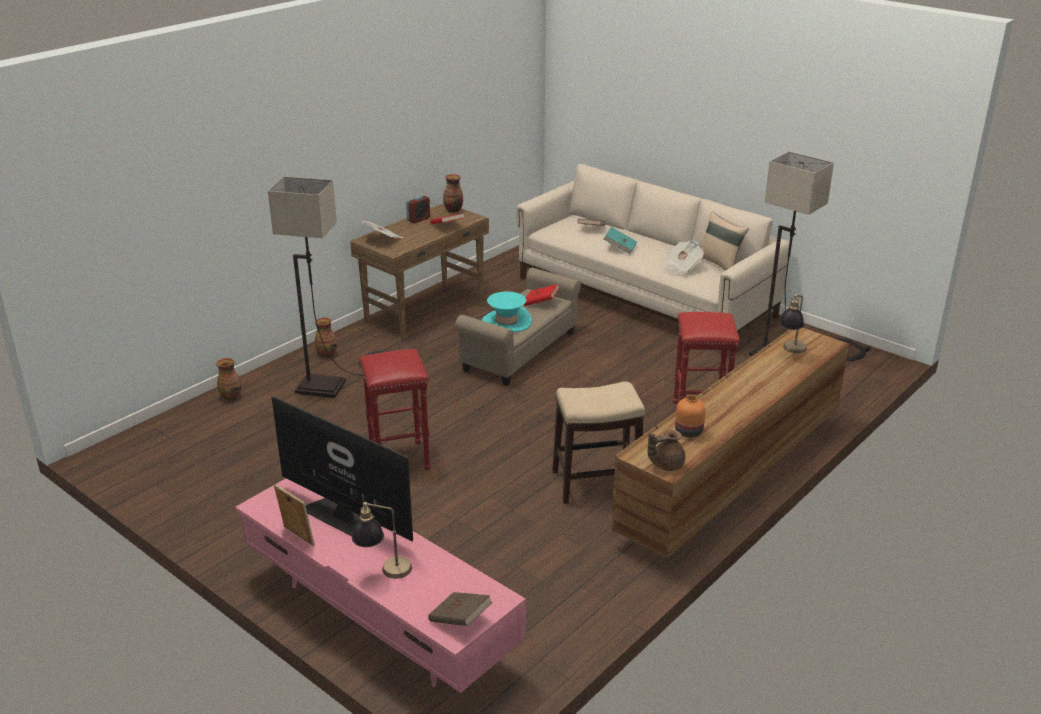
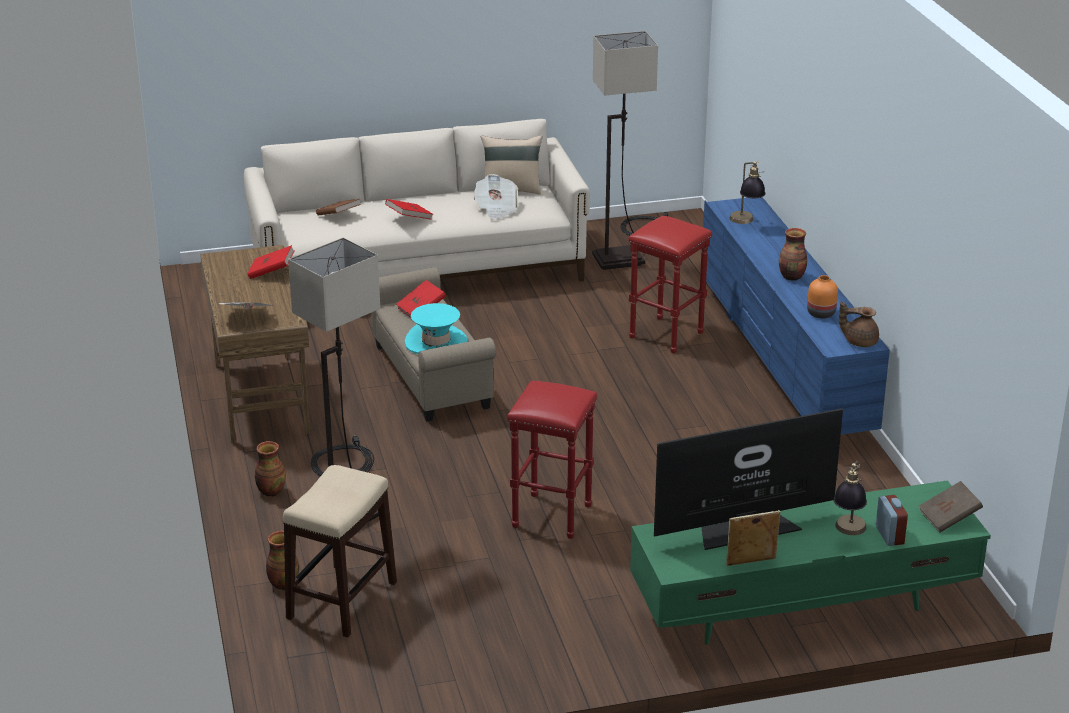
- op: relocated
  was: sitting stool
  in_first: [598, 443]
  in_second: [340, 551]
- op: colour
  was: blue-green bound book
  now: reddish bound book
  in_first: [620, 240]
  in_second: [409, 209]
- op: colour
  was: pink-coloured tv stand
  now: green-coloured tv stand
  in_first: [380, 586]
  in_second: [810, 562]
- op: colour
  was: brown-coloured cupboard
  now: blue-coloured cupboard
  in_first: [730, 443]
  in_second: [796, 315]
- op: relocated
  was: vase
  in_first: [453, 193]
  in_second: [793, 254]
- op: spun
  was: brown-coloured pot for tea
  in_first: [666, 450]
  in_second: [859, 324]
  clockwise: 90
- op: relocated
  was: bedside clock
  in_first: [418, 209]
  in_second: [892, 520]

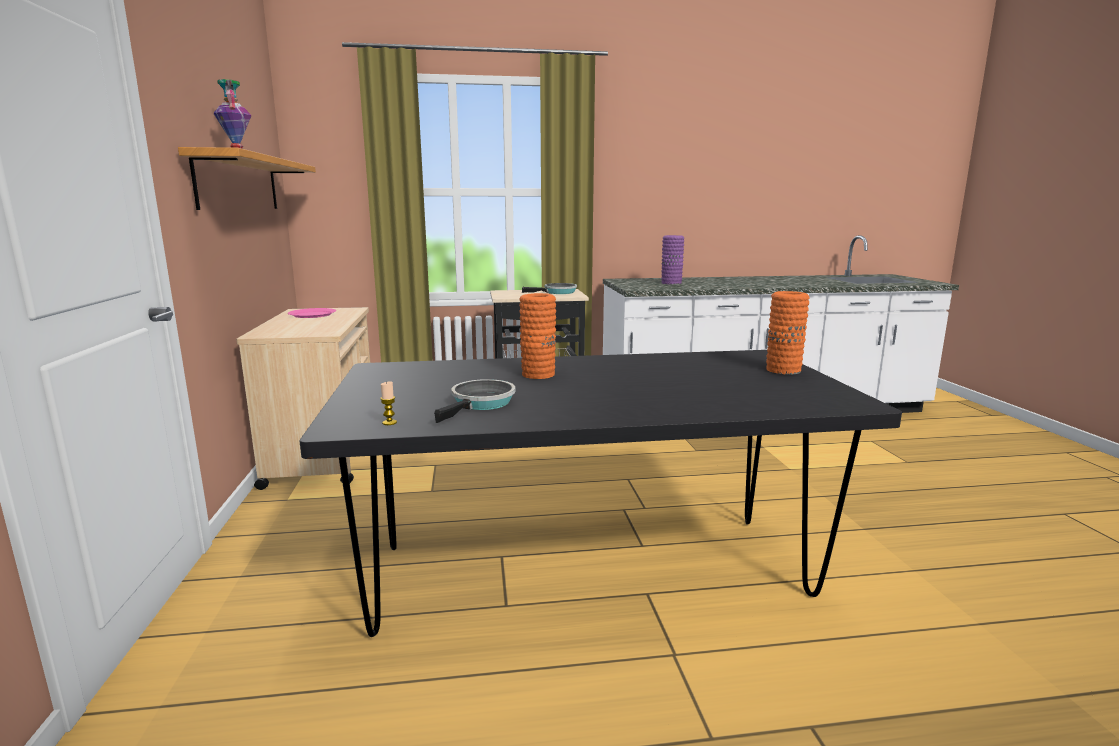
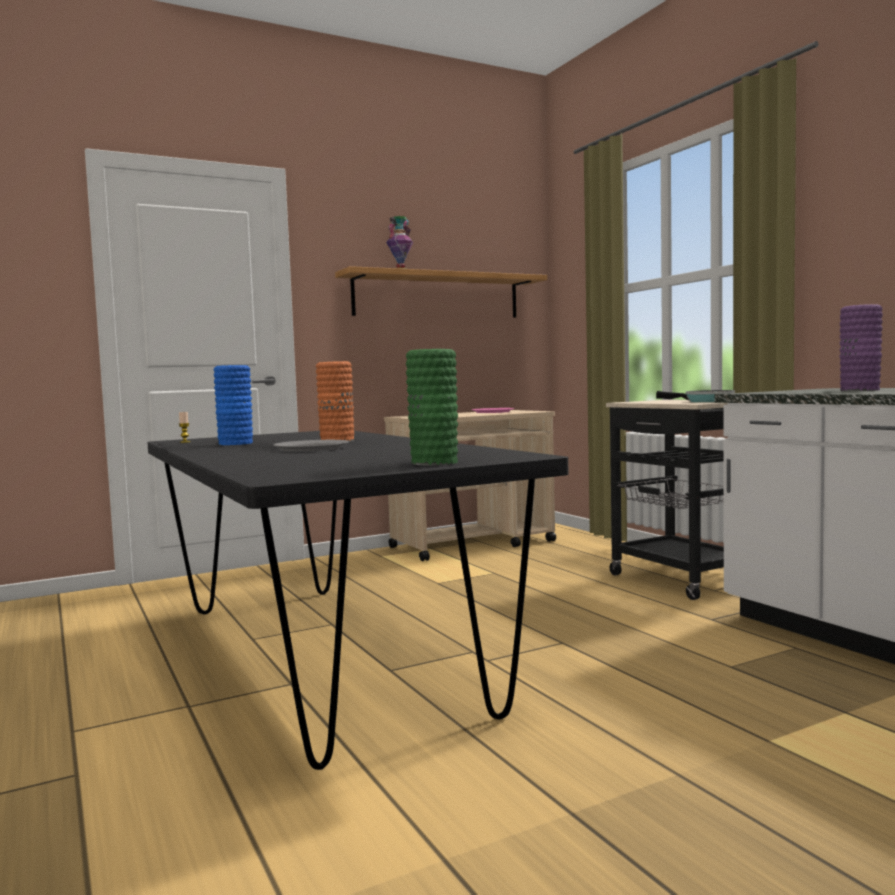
- op: exchanged
  was: skillet
  now: blue-coloured vase
  in_first: [475, 401]
  in_second: [233, 405]
- op: appeared
  now: greyish dinner plate
  in_second: [311, 445]
- op: colour
  was: orange vase
  now: green-coloured vase
  in_first: [788, 333]
  in_second: [432, 407]

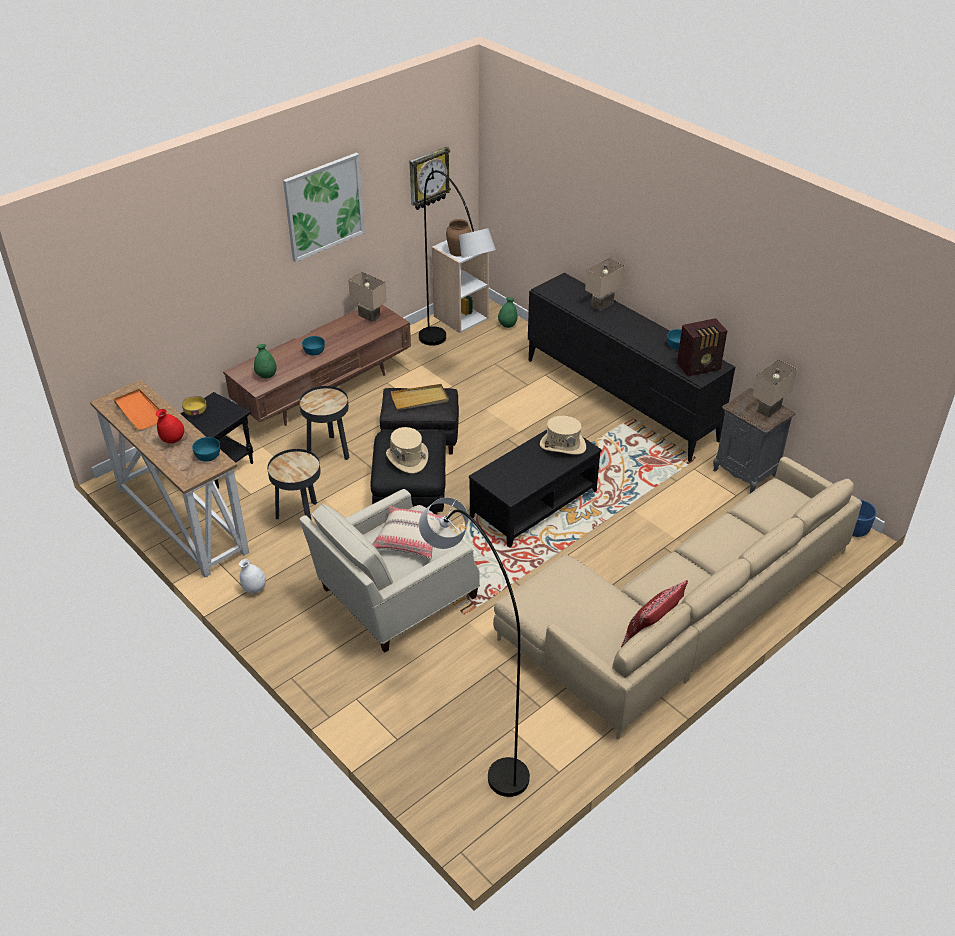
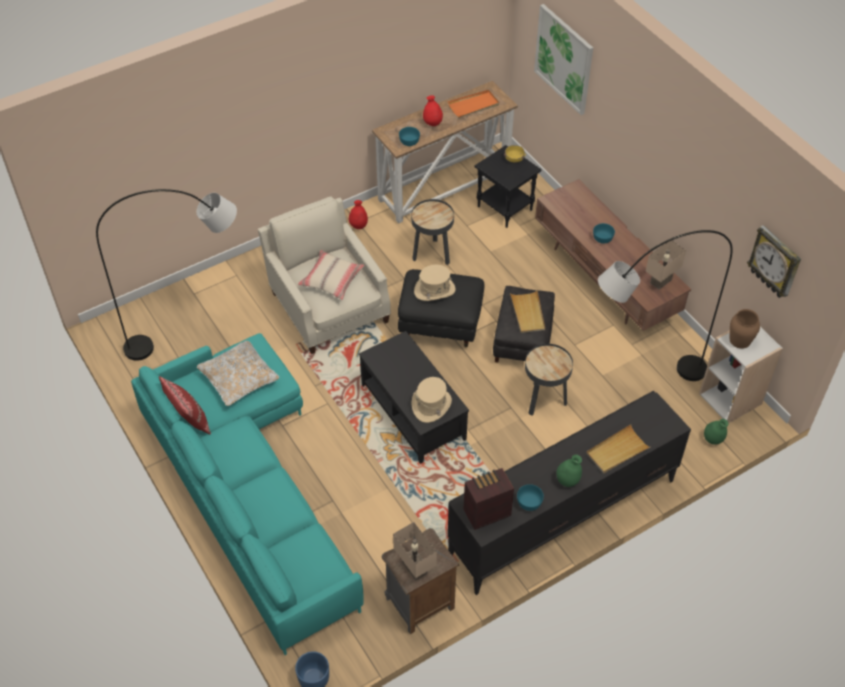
- op: colour
  was: beige sofa
  now: blue-green sofa
  in_first: [677, 598]
  in_second: [247, 494]
- op: appeared
  now: white-coloured cushion
  in_second: [238, 373]
- op: colour
  was: white-coloured vase
  now: reddish vase
  in_first: [252, 576]
  in_second: [358, 214]
- op: spun
  was: radio
  in_first: [702, 347]
  in_second: [489, 499]
  clockwise: 75
- op: relocated
  was: blackish end table
  in_first: [324, 423]
  in_second: [549, 380]
- op: relocated
  was: wall picture
  in_first: [324, 207]
  in_second: [563, 59]
- op: relocated
  was: green-coloured vase
  in_first: [265, 361]
  in_second: [569, 471]
- op: exchanged
  was: beige table lamp
  now: beige carrying tray
  in_first: [605, 284]
  in_second: [618, 448]

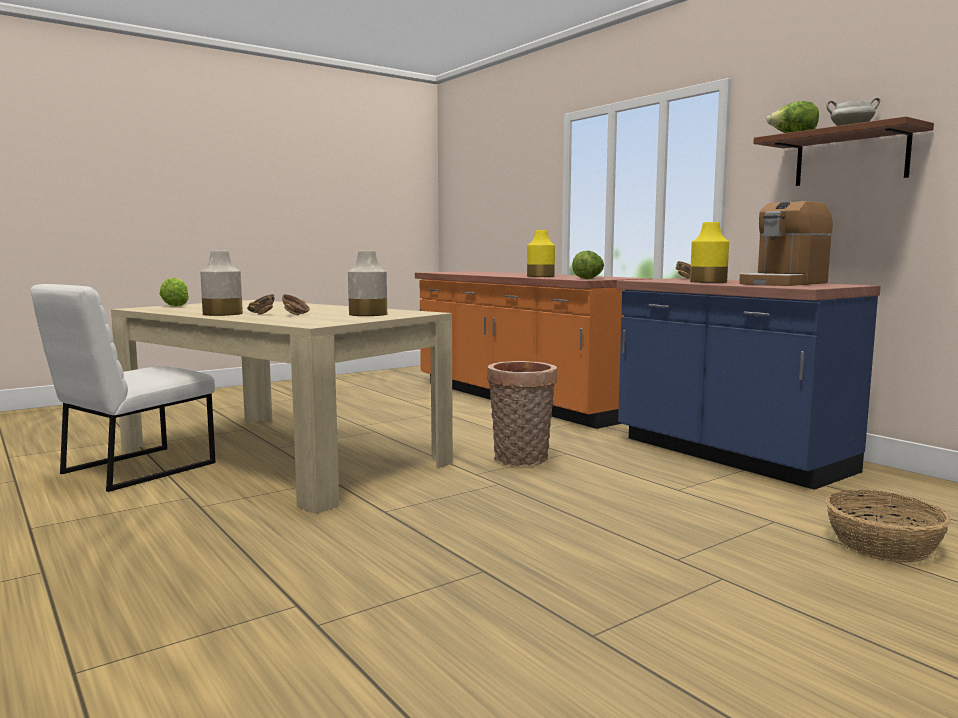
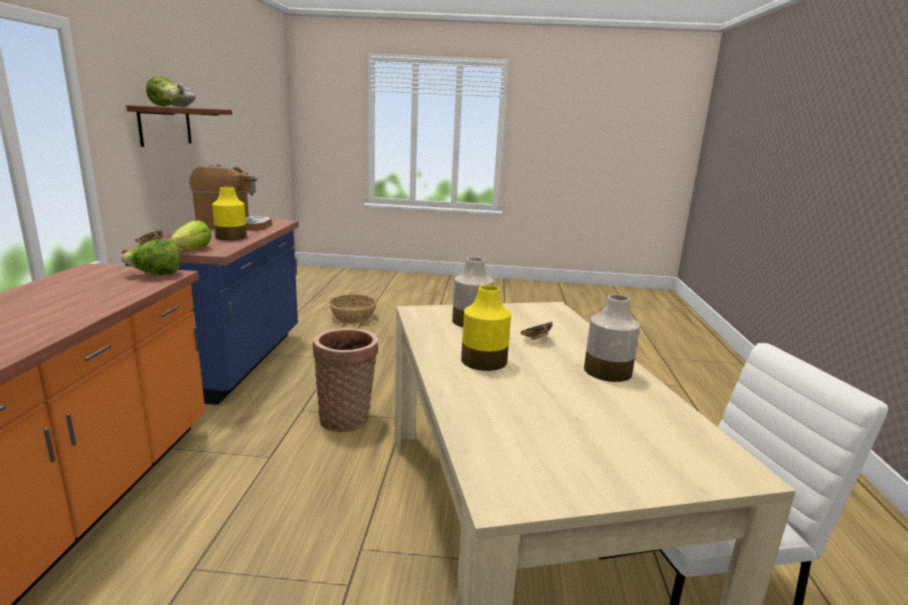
- op: relocated
  was: head of lettuce
  in_first: [174, 292]
  in_second: [190, 234]
- op: relocated
  was: yellow-coloured vase
  in_first: [541, 253]
  in_second: [486, 328]
- op: missing
  was: deep dish
  in_first: [261, 304]

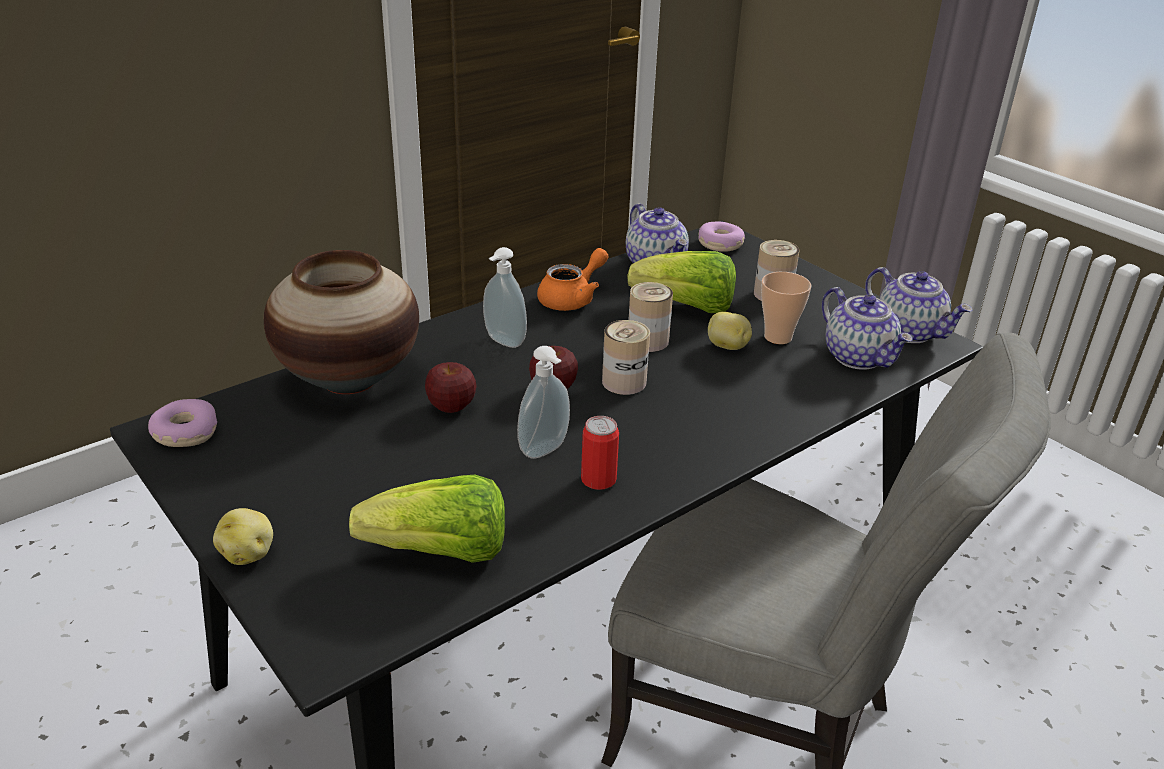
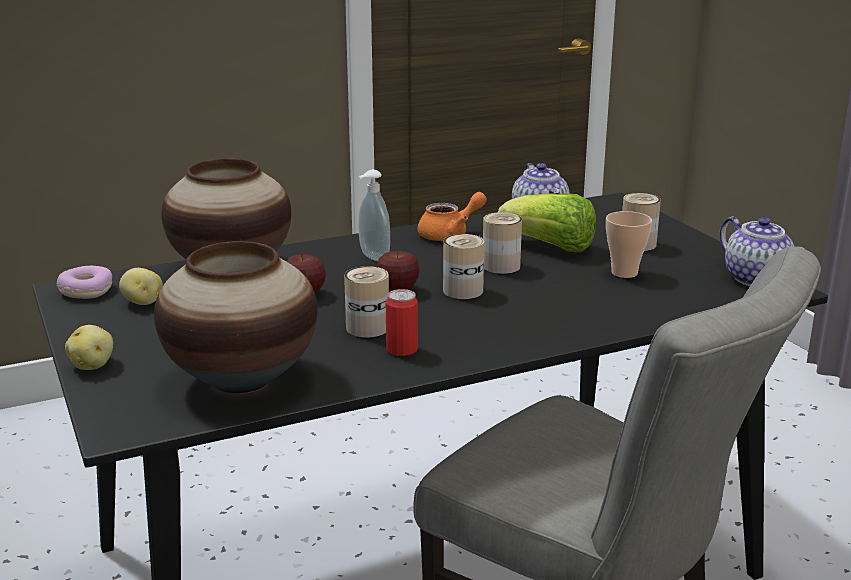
- op: relocated
  was: whole potato
  in_first: [730, 331]
  in_second: [141, 286]
- op: exchanged
  was: head of lettuce
  now: vase
  in_first: [427, 519]
  in_second: [236, 317]
- op: exchanged
  was: liquid soap bottle
  now: sealed can
  in_first: [543, 402]
  in_second: [366, 302]
- op: missing
  was: doughnut
  in_first: [721, 237]
- op: missing
  was: pot for tea
  in_first: [867, 328]

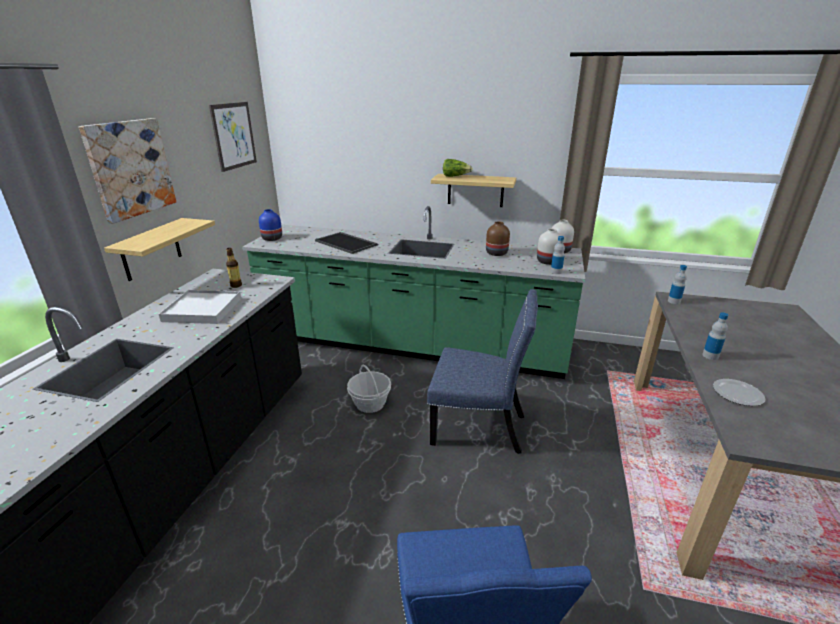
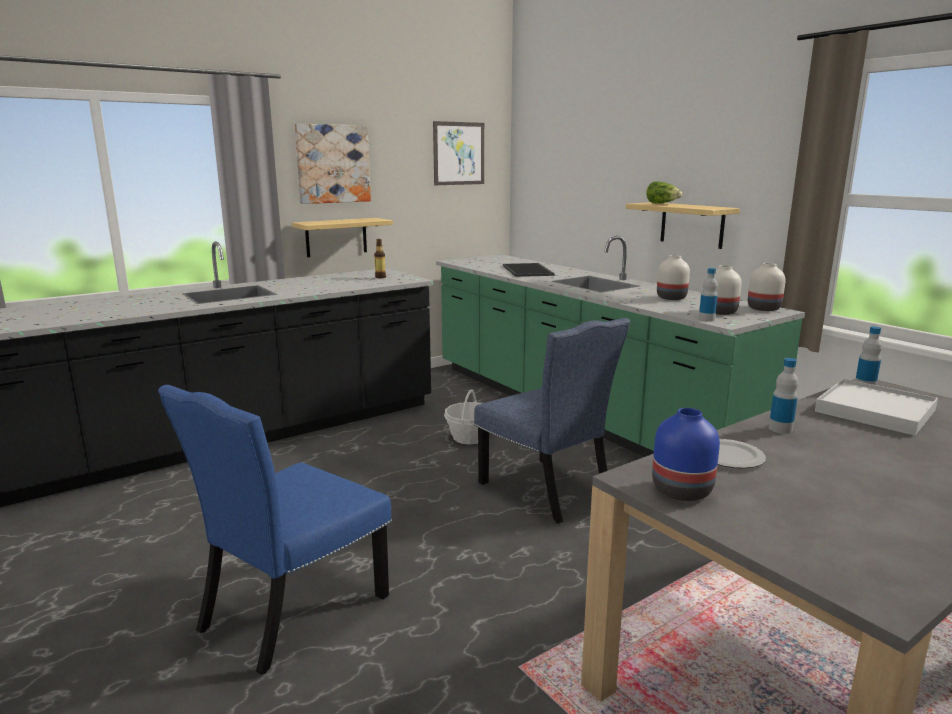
- op: relocated
  was: blue-coloured vase
  in_first: [270, 225]
  in_second: [686, 454]
- op: colour
  was: brown-coloured vase
  now: white-coloured vase
  in_first: [498, 238]
  in_second: [673, 277]
- op: relocated
  was: white-coloured carrying tray
  in_first: [200, 307]
  in_second: [876, 407]

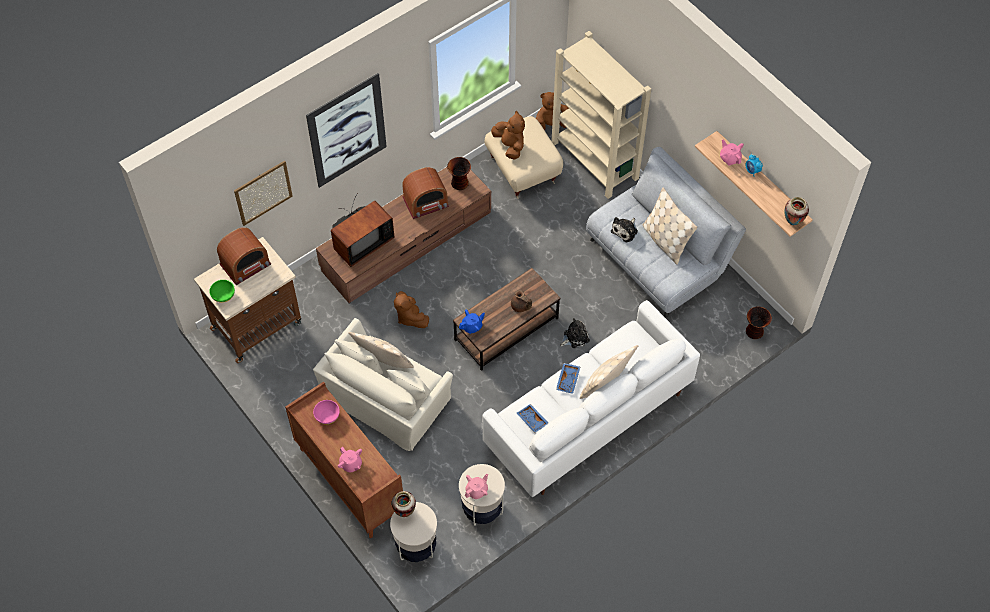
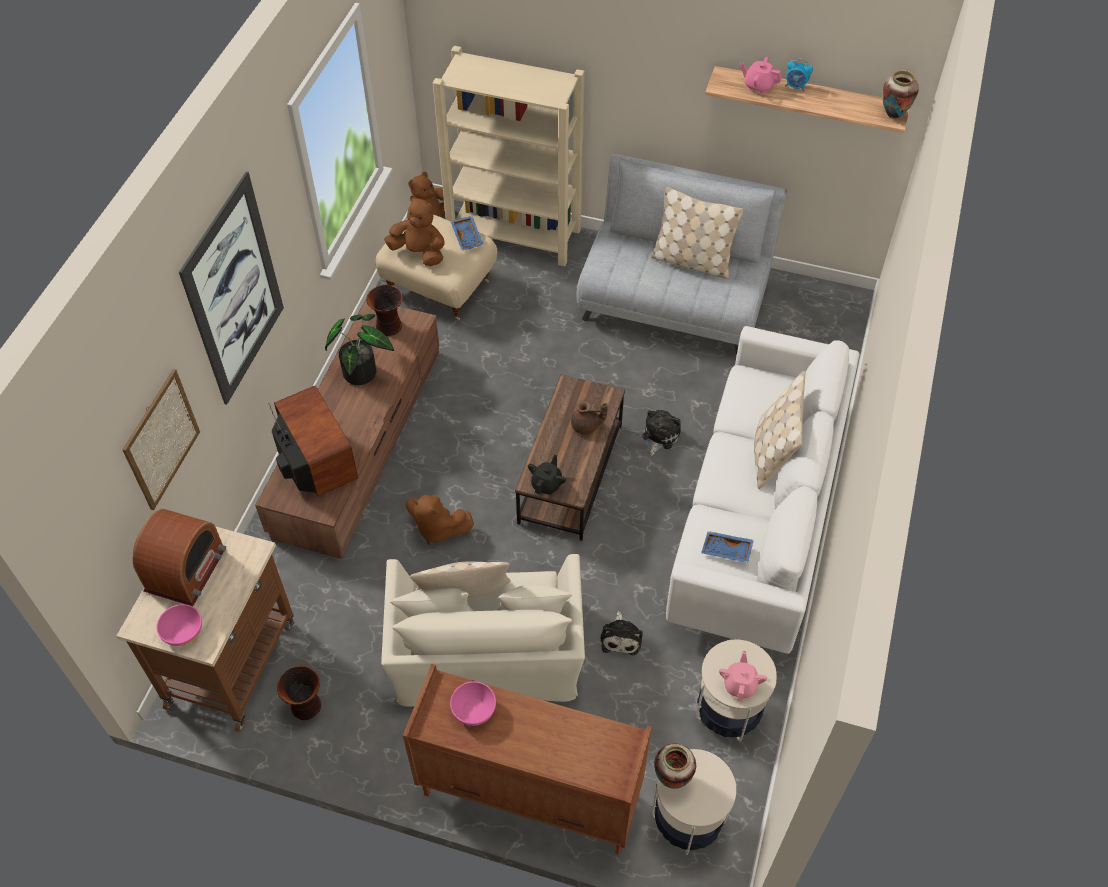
- op: colour
  was: green-coloured deep dish
  now: pink-coloured deep dish
  in_first: [222, 291]
  in_second: [179, 625]
- op: spun
  was: television
  in_first: [362, 230]
  in_second: [313, 441]
  clockwise: -45
- op: relocated
  was: vase
  in_first: [759, 322]
  in_second: [299, 693]
- op: exchanged
  was: radio
  now: houseplant
  in_first: [425, 193]
  in_second: [359, 349]
- op: relocated
  was: blue-coloured carrying tray
  in_first: [568, 378]
  in_second: [467, 233]
- op: colour
  was: blue-coloured pot for tea
  now: blackish pot for tea
  in_first: [472, 321]
  in_second: [547, 475]
- op: relocated
  was: soft toy
  in_first: [624, 229]
  in_second: [622, 633]
- op: missing
  was: pink-coloured pot for tea
  in_first: [350, 459]

